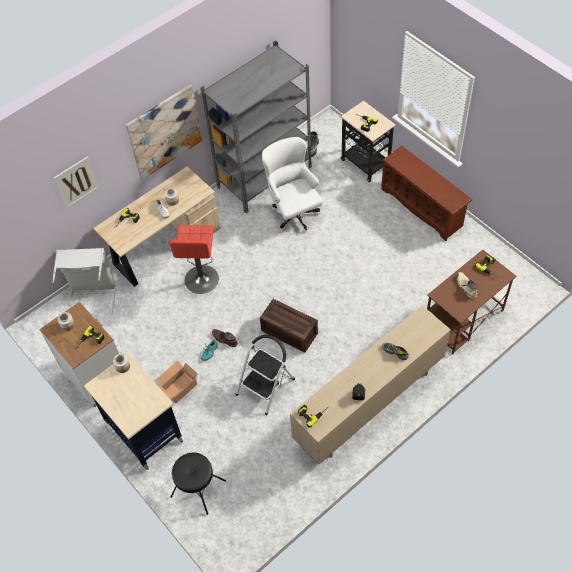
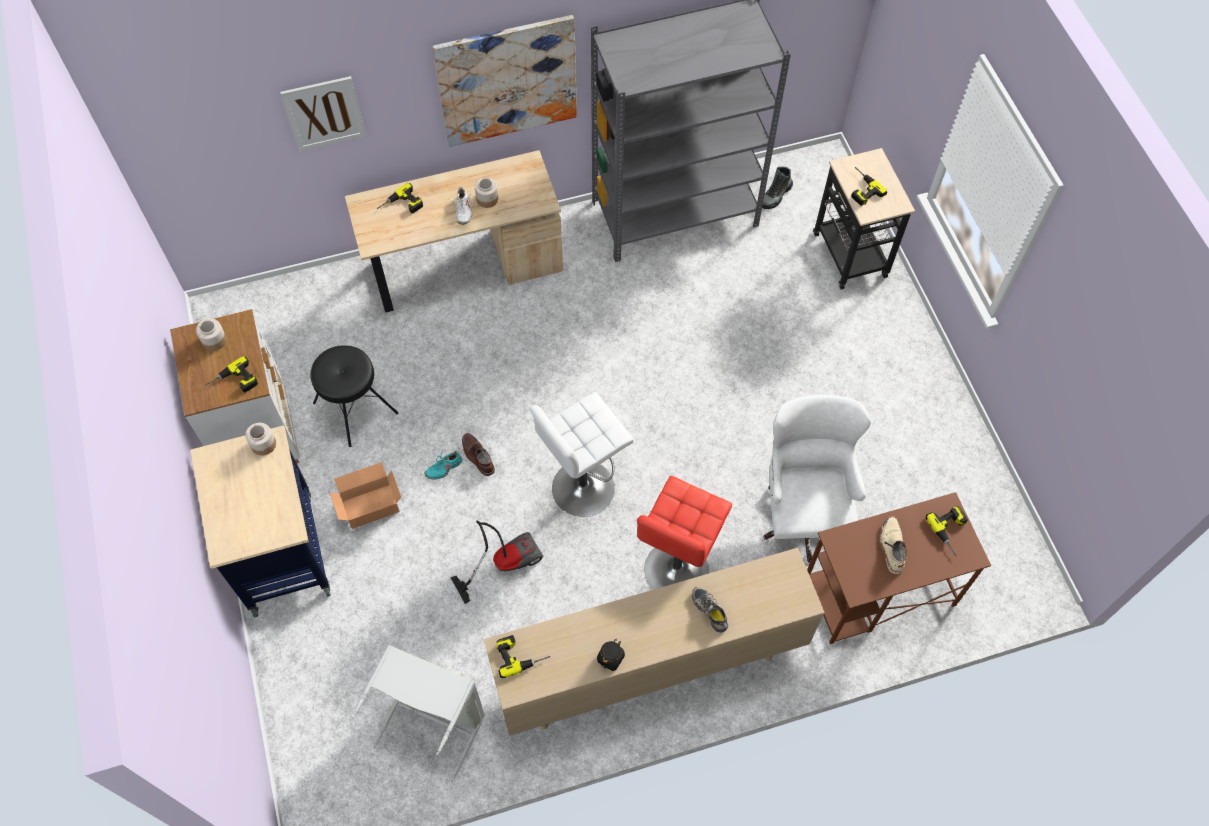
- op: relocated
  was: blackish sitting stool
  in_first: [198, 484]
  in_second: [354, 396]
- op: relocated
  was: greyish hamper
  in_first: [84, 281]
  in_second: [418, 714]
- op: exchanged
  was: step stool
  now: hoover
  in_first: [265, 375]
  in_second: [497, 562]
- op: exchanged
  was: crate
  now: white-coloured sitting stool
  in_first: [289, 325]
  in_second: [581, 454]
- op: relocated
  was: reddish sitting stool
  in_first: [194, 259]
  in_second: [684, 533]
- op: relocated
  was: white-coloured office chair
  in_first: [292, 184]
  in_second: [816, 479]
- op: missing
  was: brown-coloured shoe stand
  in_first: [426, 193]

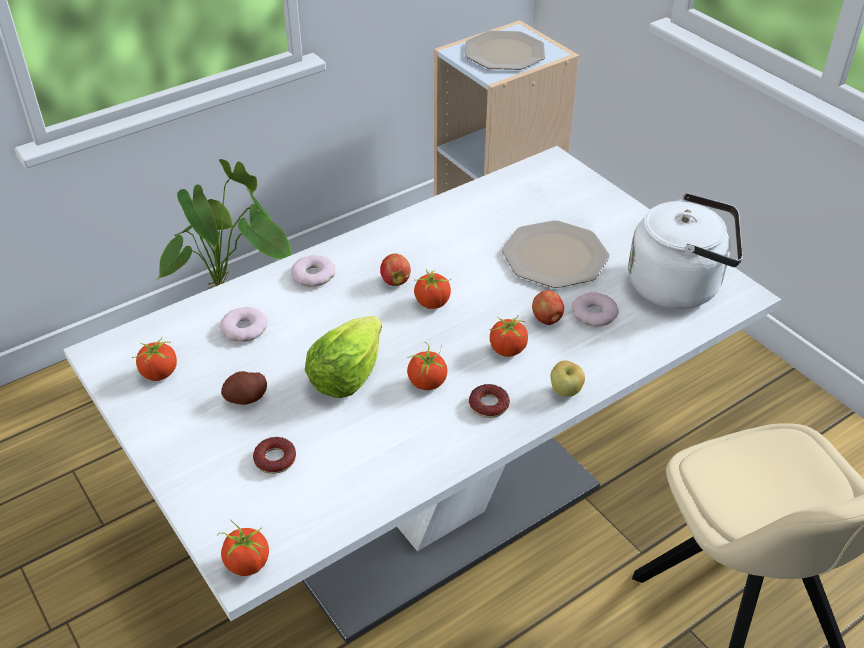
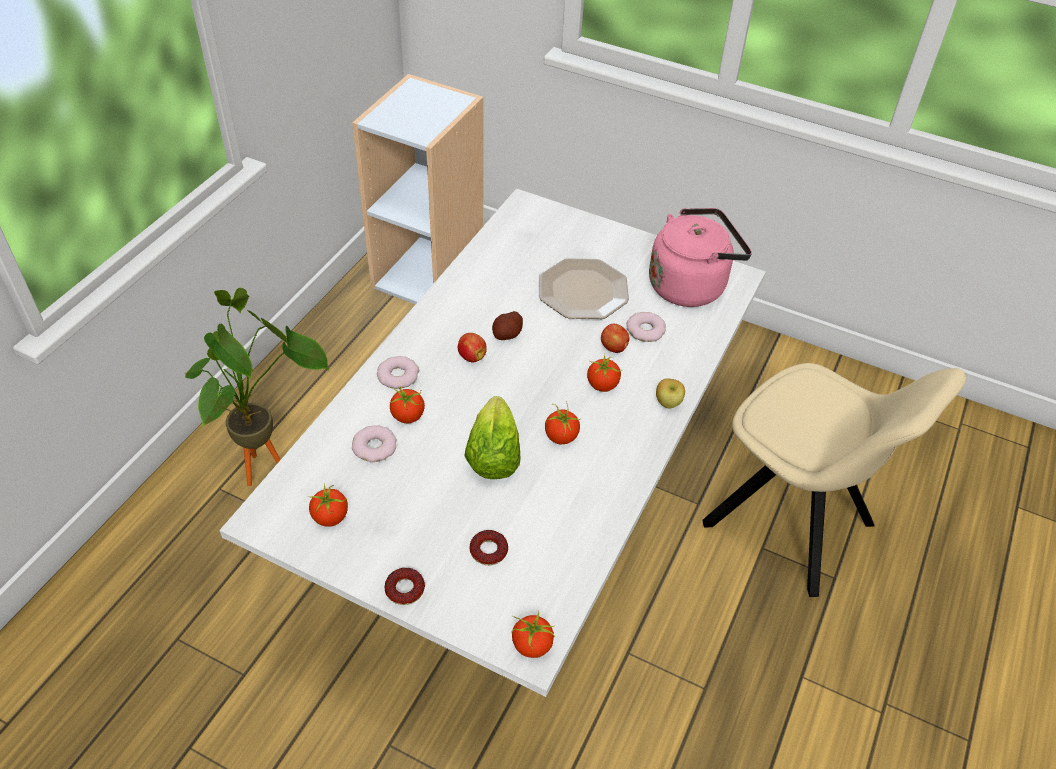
- op: relocated
  was: doughnut
  in_first: [489, 401]
  in_second: [405, 586]
- op: relocated
  was: tomato
  in_first: [432, 289]
  in_second: [407, 405]
- op: relocated
  was: whole potato
  in_first: [244, 388]
  in_second: [507, 325]
- op: colour
  was: white-coloured tea kettle
  now: pink-coloured tea kettle
  in_first: [685, 251]
  in_second: [700, 257]
- op: missing
  was: dinner plate
  in_first: [505, 50]

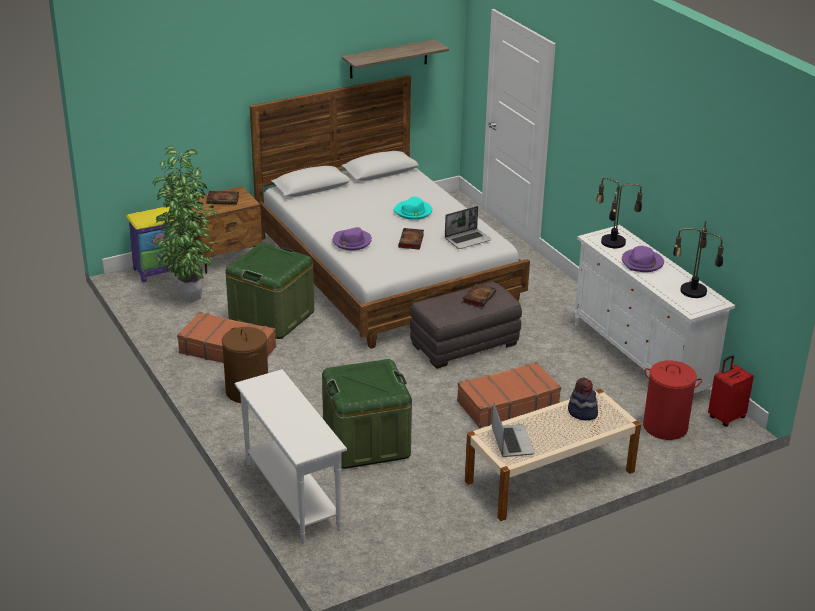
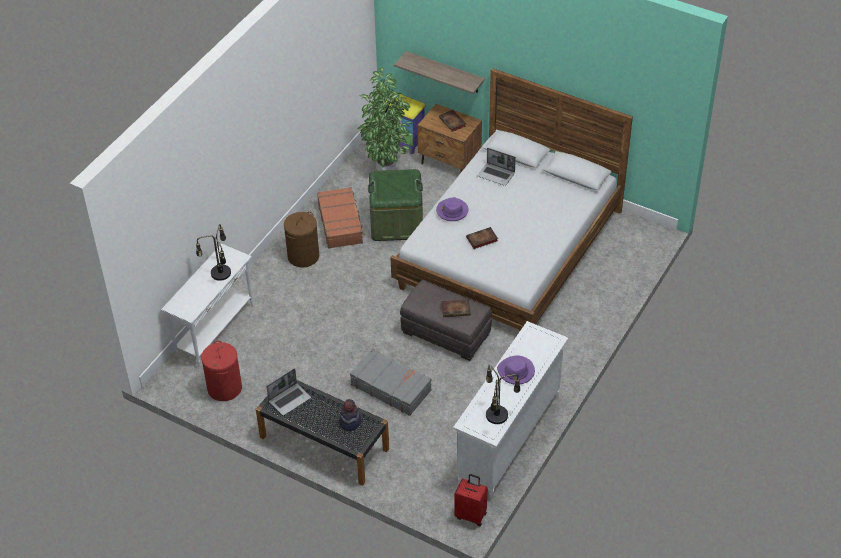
- op: relocated
  was: table lamp
  in_first: [619, 212]
  in_second: [213, 252]
- op: relocated
  was: reddish hamper
  in_first: [672, 400]
  in_second: [221, 371]
- op: colour
  was: beige bench
  now: blackish bench
  in_first: [553, 455]
  in_second: [322, 430]
- op: colour
  was: brown-coloured travel case
  now: greyish travel case
  in_first: [509, 395]
  in_second: [391, 382]
- op: relocated
  was: bracket shelf
  in_first: [395, 59]
  in_second: [439, 72]
- op: relocated
  was: laptop
  in_first: [468, 227]
  in_second: [497, 167]
- op: missing
  was: green-coloured storage bin
  in_first: [367, 414]
- op: missing
  was: blue-green clothing hat
  in_first: [412, 208]

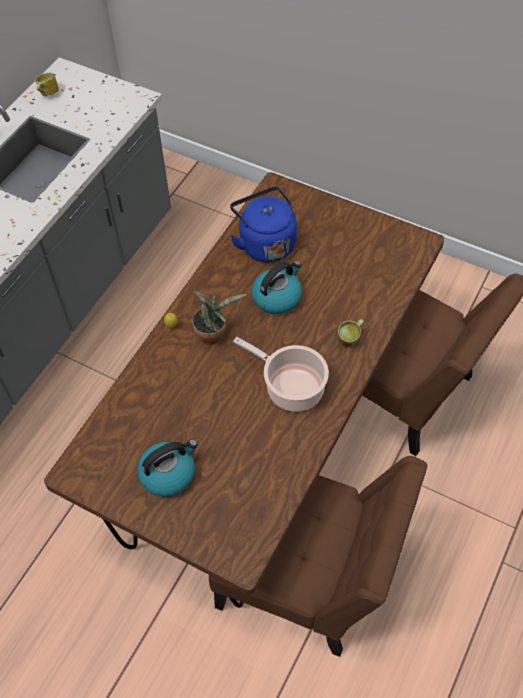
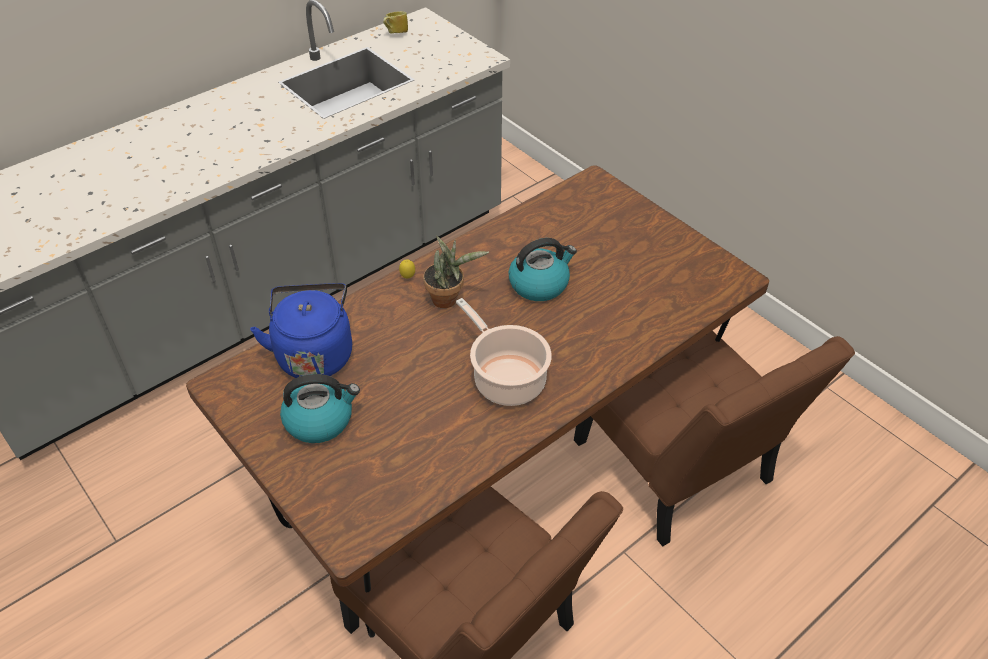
- op: relocated
  was: blue-coloured tea kettle
  in_first: [263, 224]
  in_second: [301, 330]
- op: missing
  was: coffee mug
  in_first: [350, 333]

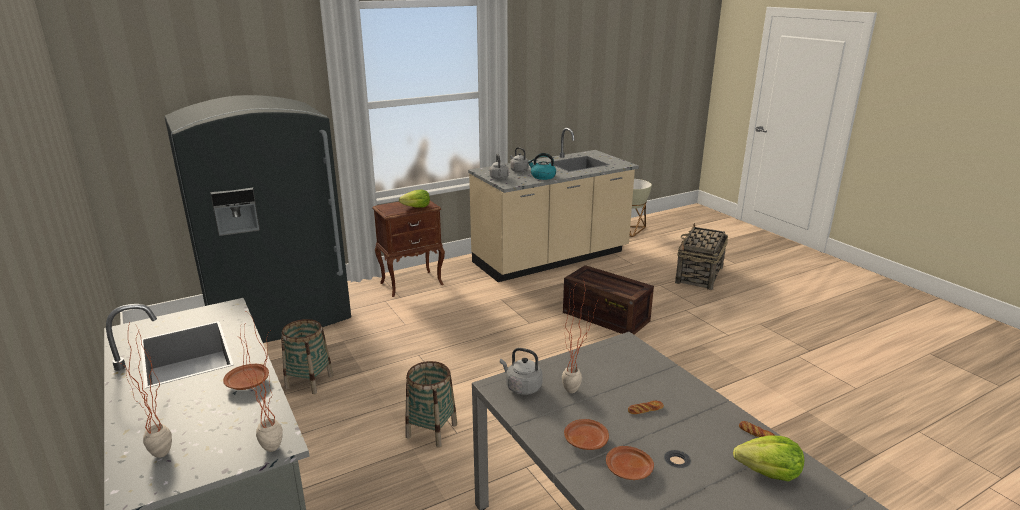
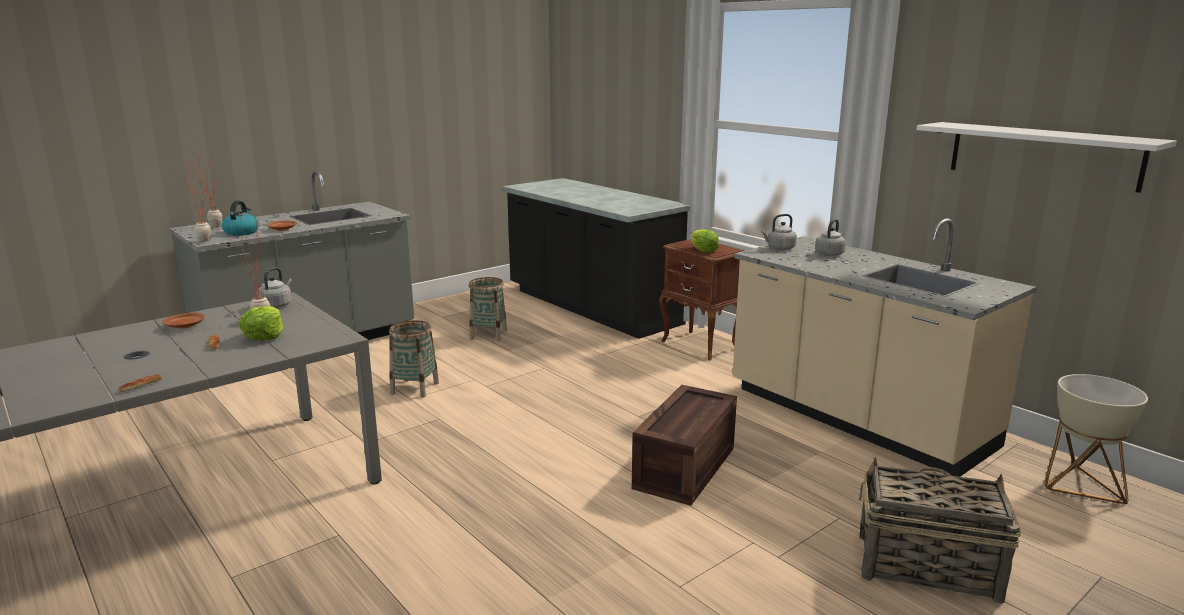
- op: relocated
  was: tea kettle
  in_first: [542, 166]
  in_second: [240, 218]
- op: relocated
  was: head of lettuce
  in_first: [768, 458]
  in_second: [261, 323]
- op: exchanged
  was: greyish fridge
  now: blackish counter
  in_first: [258, 219]
  in_second: [596, 258]
- op: appeared
  now: white-coloured bracket shelf
  in_second: [1046, 157]
- op: missing
  was: brown-coloured dinner plate
  in_first: [630, 463]

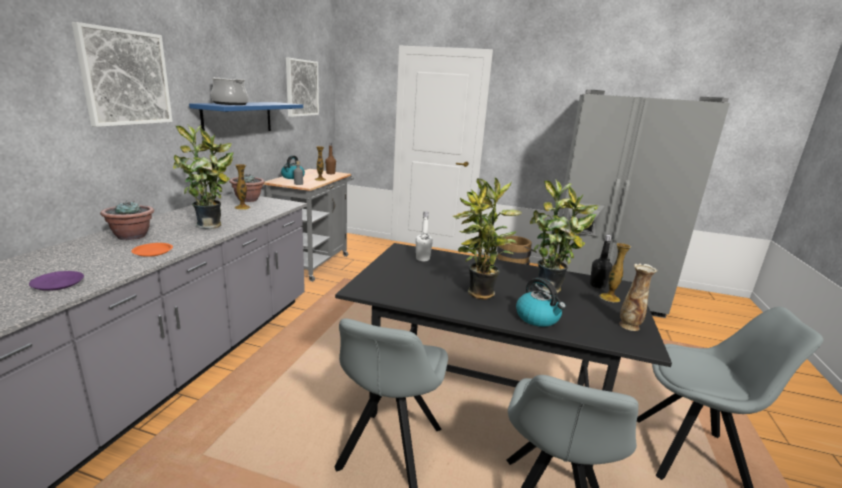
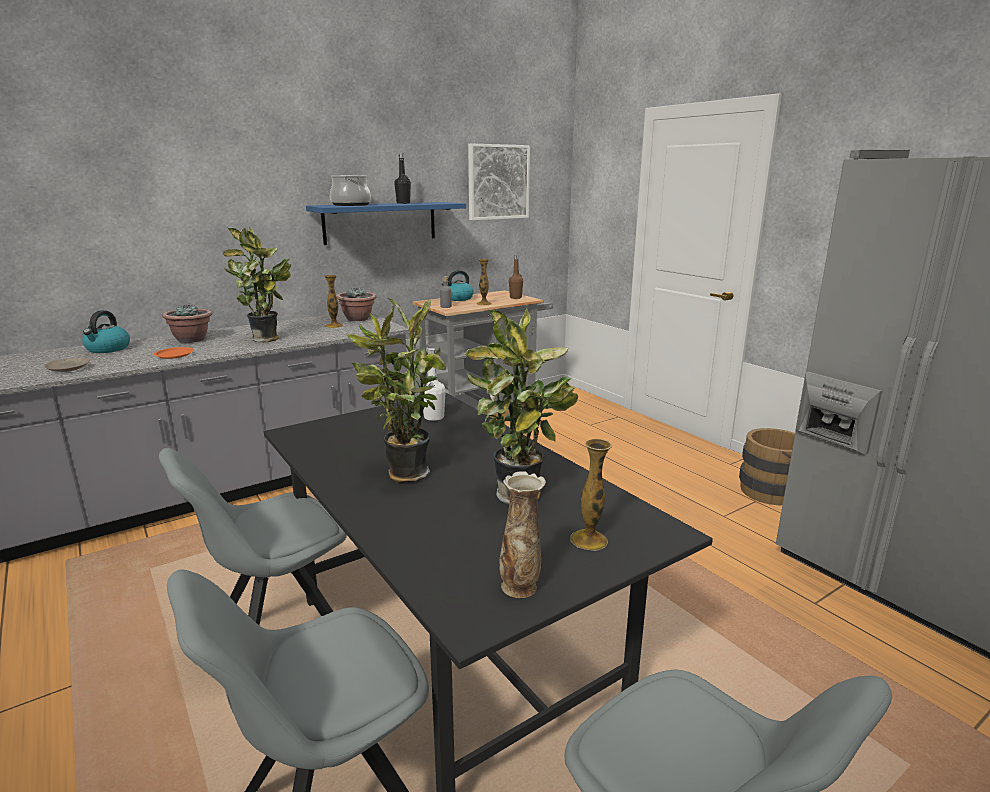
- op: colour
  was: purple dinner plate
  now: beige dinner plate
  in_first: [56, 281]
  in_second: [67, 365]
- op: relocated
  was: tea kettle
  in_first: [541, 302]
  in_second: [106, 331]
- op: relocated
  was: blackish beverage bottle
  in_first: [601, 262]
  in_second: [402, 179]
- op: missing
  was: wall picture
  in_first: [122, 74]

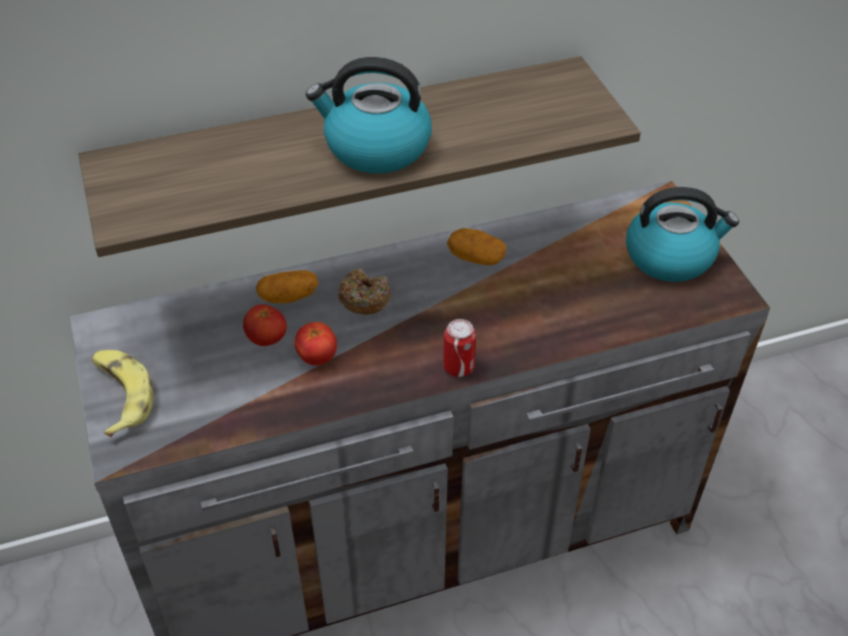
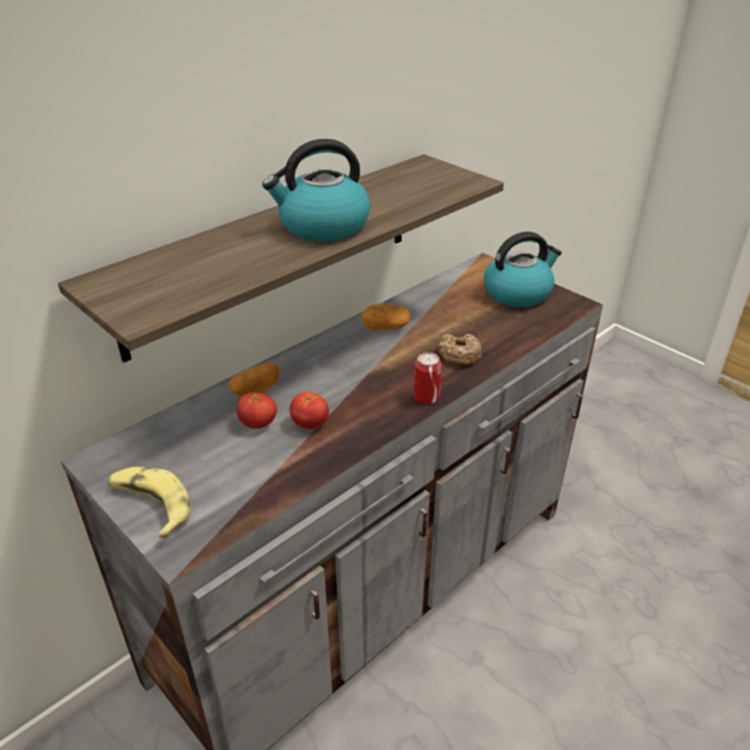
- op: relocated
  was: doughnut
  in_first: [364, 291]
  in_second: [460, 350]

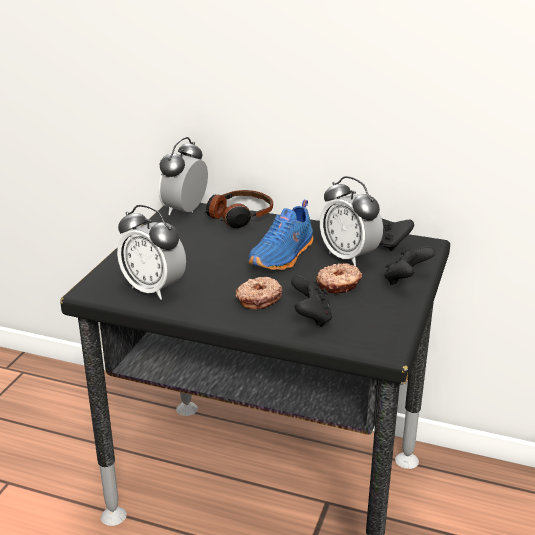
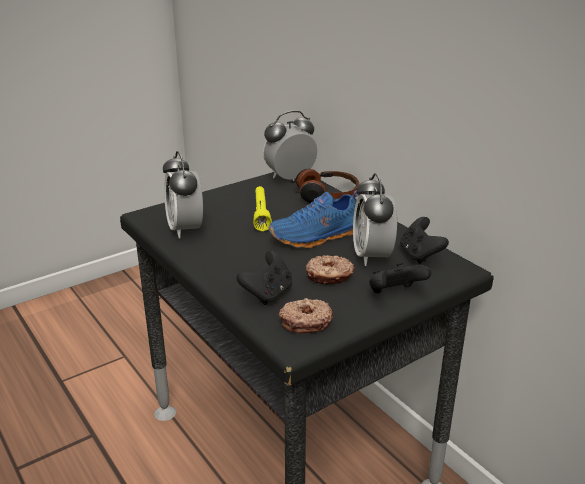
- op: appeared
  now: yellow-coloured flashlight
  in_second: [262, 208]
- op: relocated
  was: doughnut
  in_first: [259, 293]
  in_second: [306, 315]

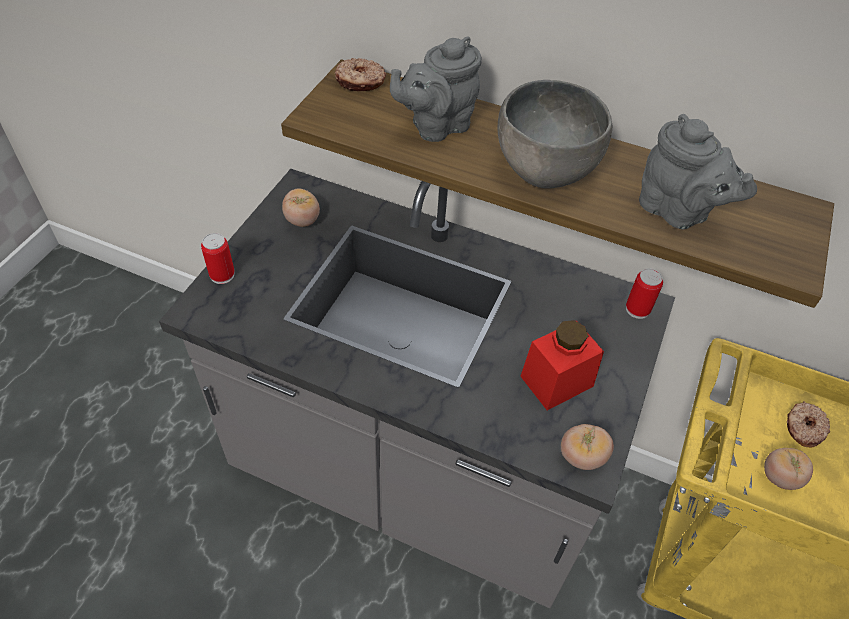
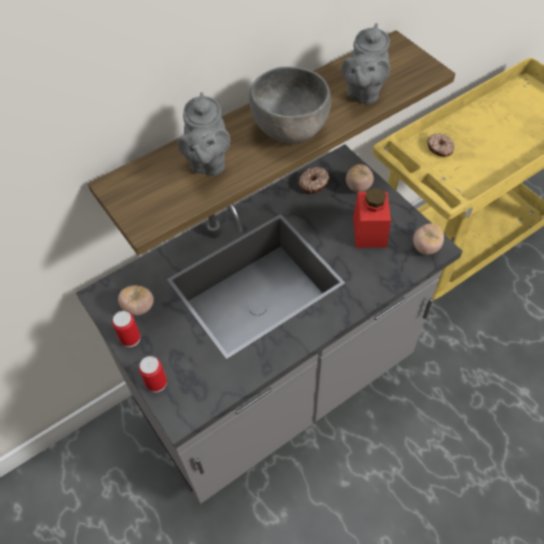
- op: relocated
  was: sealed can
  in_first: [644, 293]
  in_second: [126, 329]
- op: relocated
  was: doughnut
  in_first: [360, 74]
  in_second: [313, 180]
- op: spun
  was: greyish pot for tea
  in_first: [698, 172]
  in_second: [365, 63]
  clockwise: 120
- op: relocated
  was: tomato
  in_first: [788, 469]
  in_second: [360, 178]

